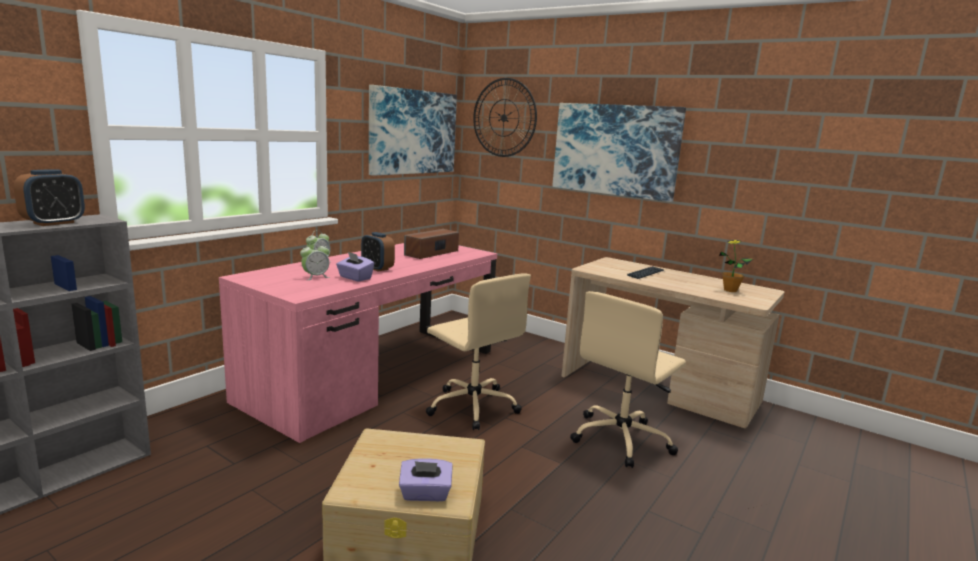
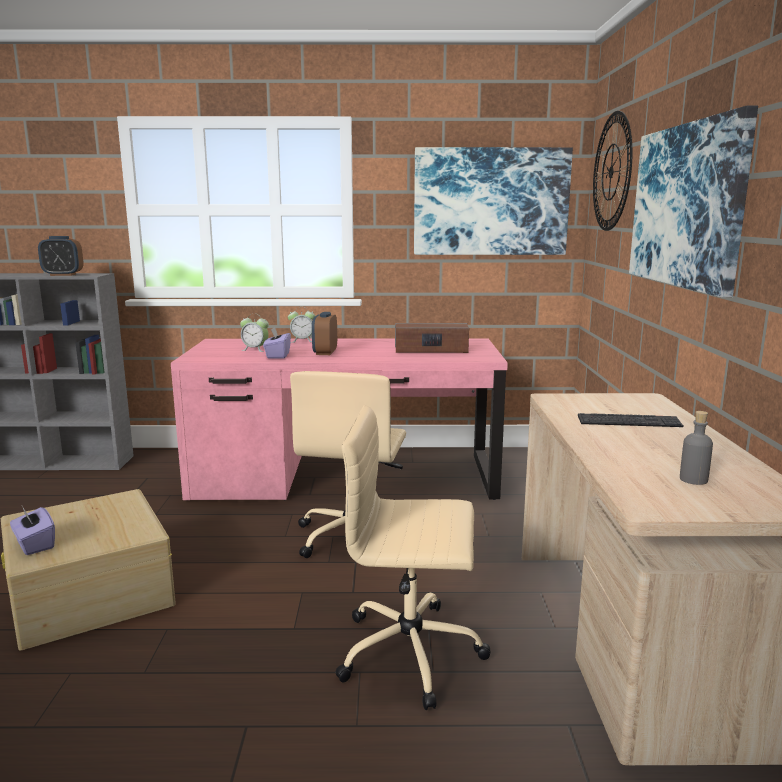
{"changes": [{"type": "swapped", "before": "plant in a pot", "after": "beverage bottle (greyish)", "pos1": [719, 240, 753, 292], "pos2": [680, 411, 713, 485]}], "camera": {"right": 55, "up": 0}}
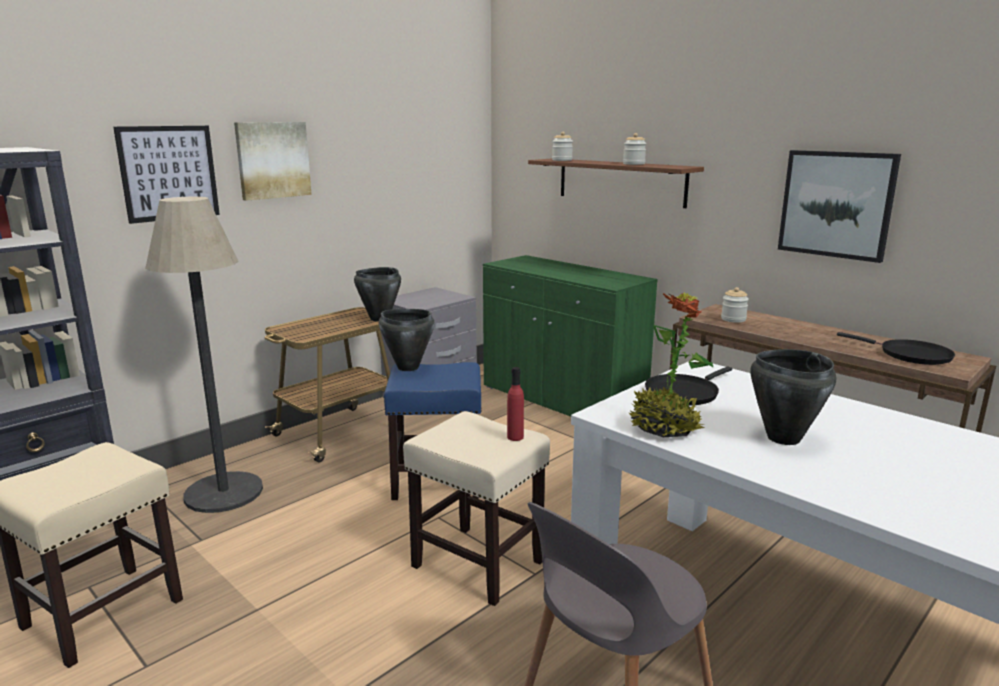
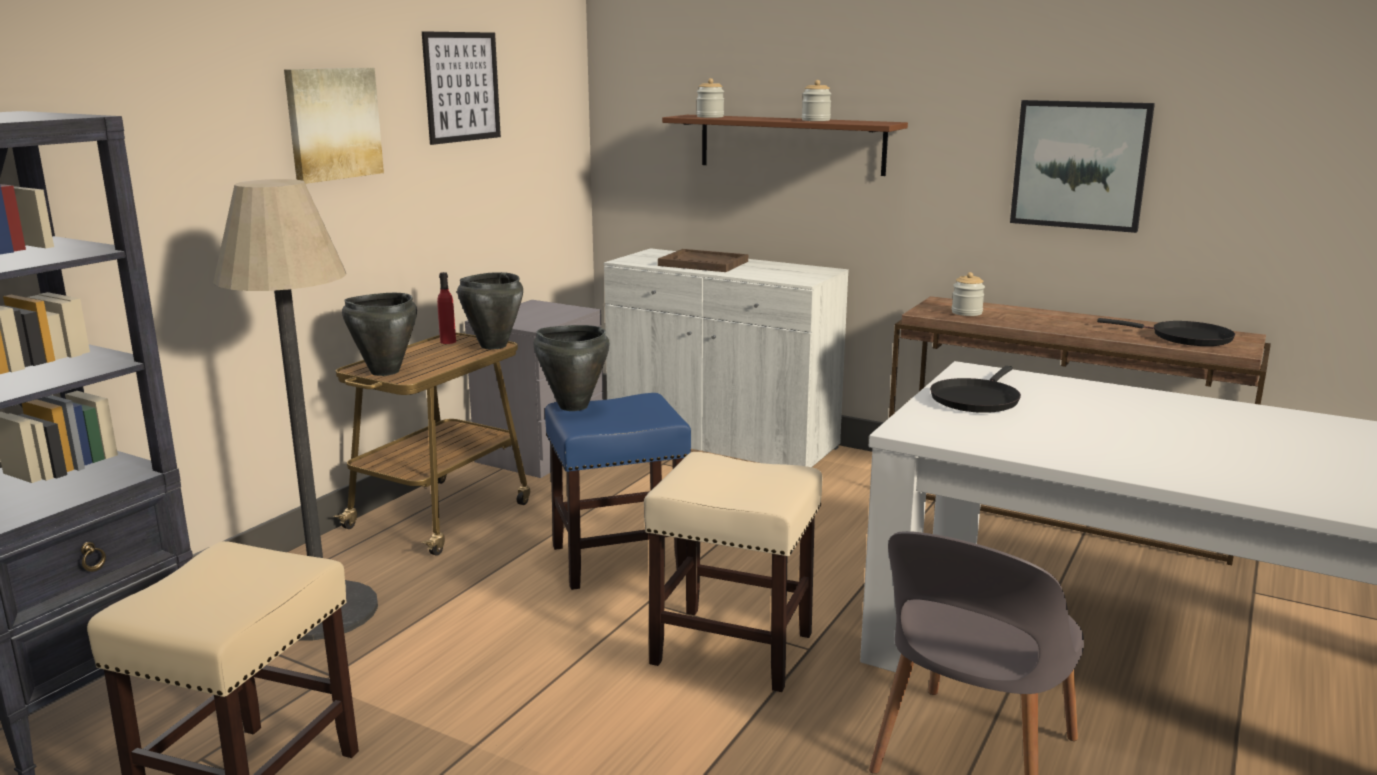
{"changes": [{"type": "shifted", "before": "stockpot (black)", "pos1": [750, 349, 836, 445], "pos2": [342, 293, 417, 376]}, {"type": "shifted", "before": "wall picture", "pos1": [113, 126, 220, 224], "pos2": [422, 31, 501, 145]}, {"type": "shifted", "before": "beverage bottle (red-coloured)", "pos1": [507, 367, 524, 441], "pos2": [437, 272, 456, 344]}, {"type": "repainted", "before": "cabinet (greenish)", "after": "cabinet (white-coloured)", "pos1": [483, 255, 658, 417], "pos2": [604, 248, 849, 467]}, {"type": "new", "after": "serving tray (brown)", "pos2": [658, 249, 748, 272]}, {"type": "gone", "before": "plant in a pot", "pos1": [629, 292, 714, 437]}], "camera": {"right": -15, "up": 0}}
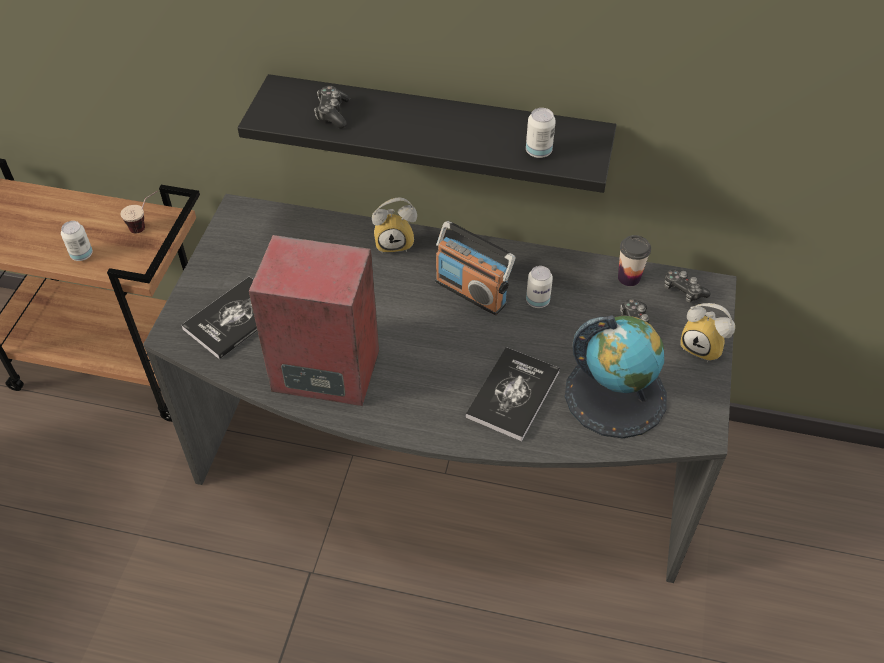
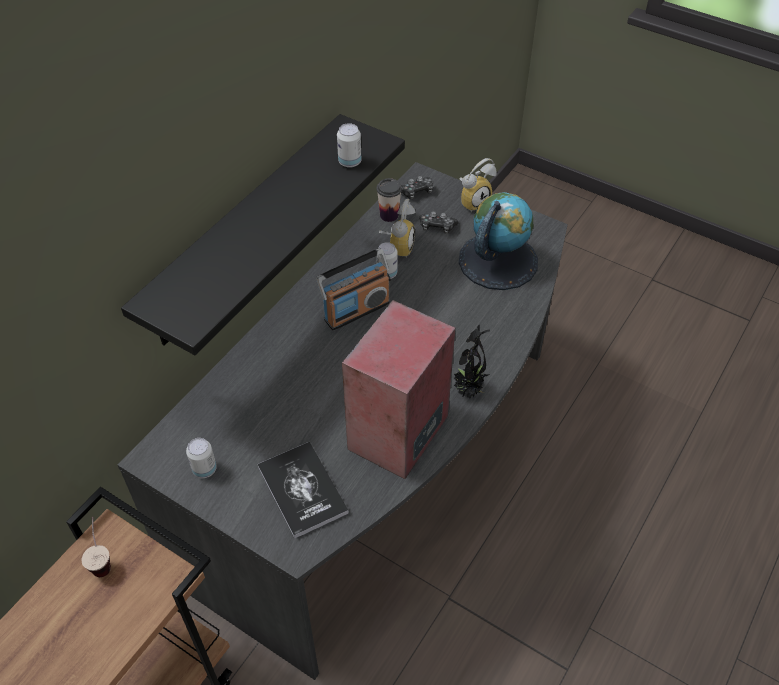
{"changes": [{"type": "shifted", "before": "sealed can", "pos1": [61, 221, 93, 261], "pos2": [186, 438, 217, 478]}, {"type": "shifted", "before": "alarm clock", "pos1": [372, 197, 417, 253], "pos2": [379, 199, 416, 258]}, {"type": "new", "after": "plant in a pot", "pos2": [454, 325, 490, 399]}, {"type": "gone", "before": "joypad", "pos1": [314, 86, 350, 129]}, {"type": "gone", "before": "book", "pos1": [465, 347, 560, 441]}], "camera": {"right": -70, "up": 0}}
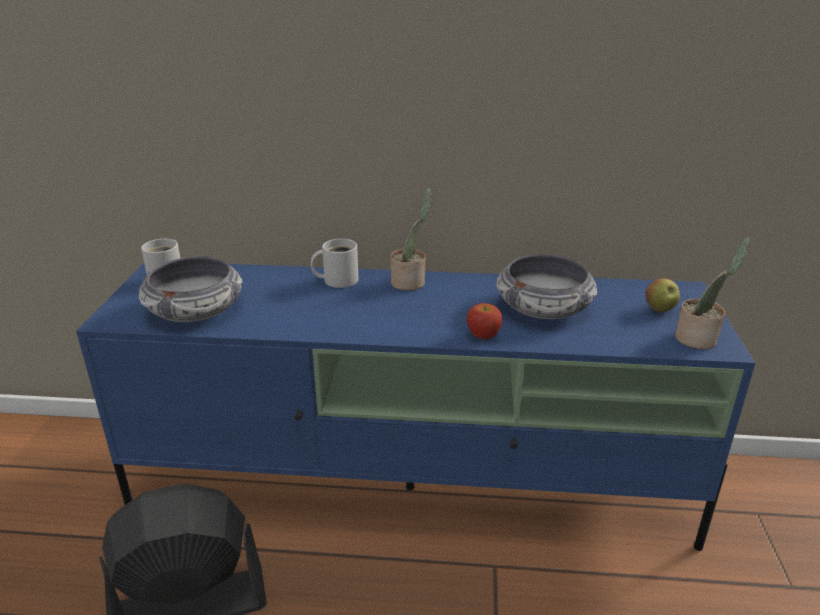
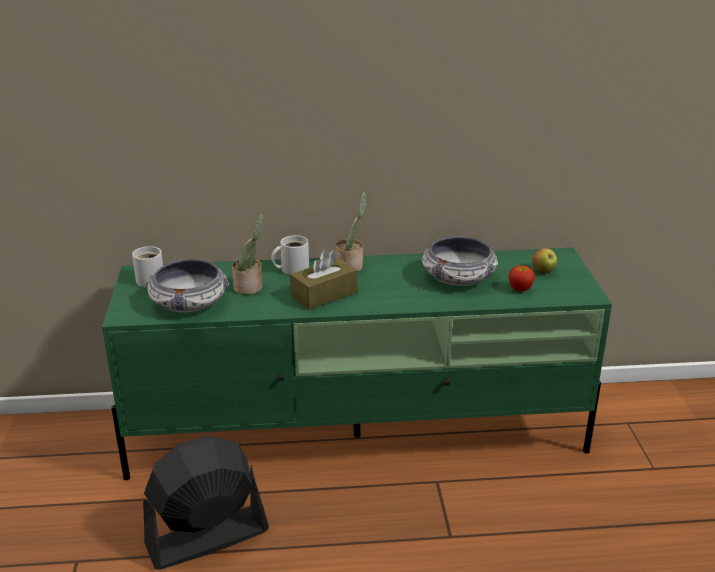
{"changes": [{"type": "repainted", "before": "tv stand (bluish)", "after": "tv stand (greenish)", "pos1": [76, 263, 755, 551], "pos2": [102, 248, 612, 480]}, {"type": "shifted", "before": "plant in a pot", "pos1": [675, 237, 750, 349], "pos2": [232, 213, 263, 295]}, {"type": "new", "after": "box of tissues (brown)", "pos2": [290, 249, 357, 310]}, {"type": "shifted", "before": "apple", "pos1": [467, 303, 503, 339], "pos2": [508, 265, 535, 292]}], "camera": {"right": -10, "up": 0}}
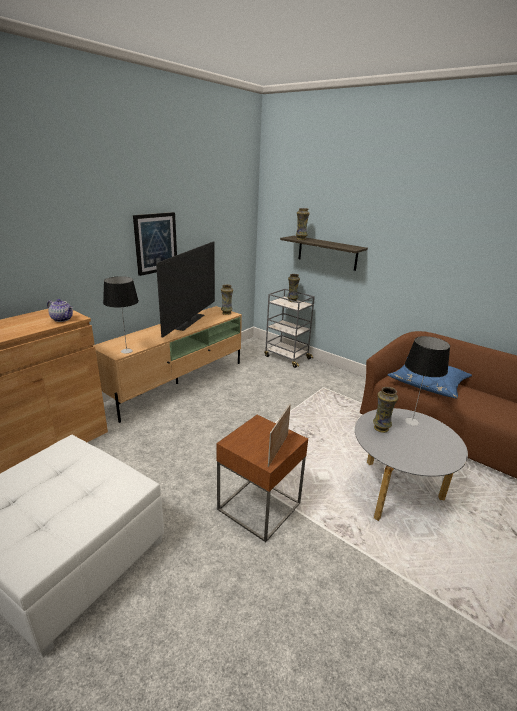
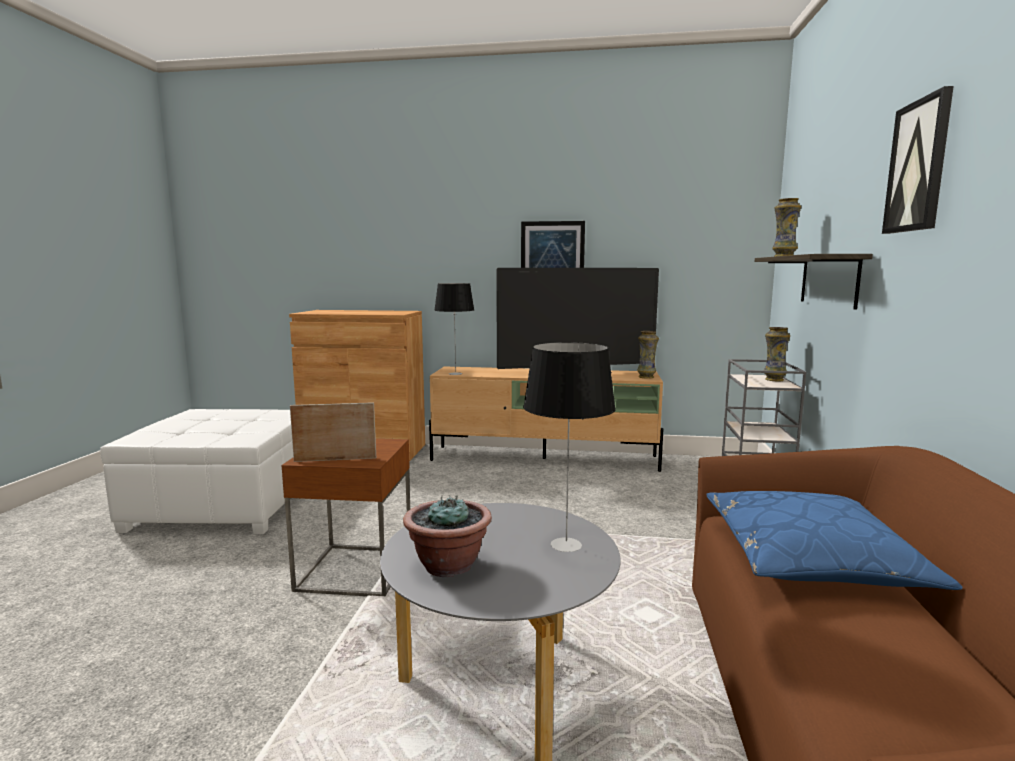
{"changes": [{"type": "new", "after": "plant in a pot", "pos2": [403, 495, 492, 577]}, {"type": "new", "after": "wall picture", "pos2": [882, 86, 954, 234]}, {"type": "gone", "before": "teapot", "pos1": [47, 299, 73, 322]}, {"type": "gone", "before": "decorative vase", "pos1": [373, 387, 398, 433]}], "camera": {"right": 60, "up": -15}}
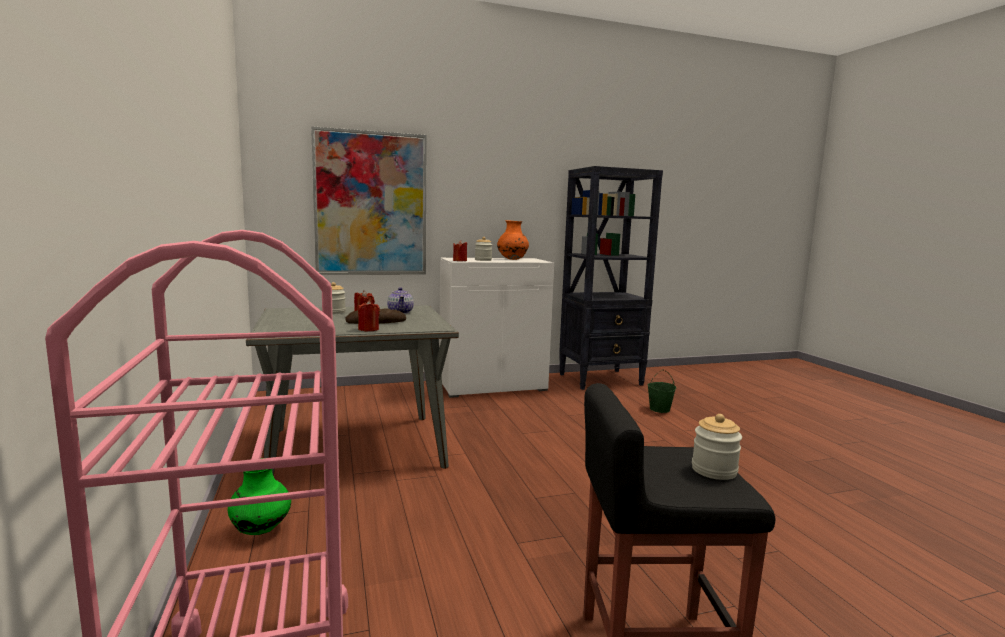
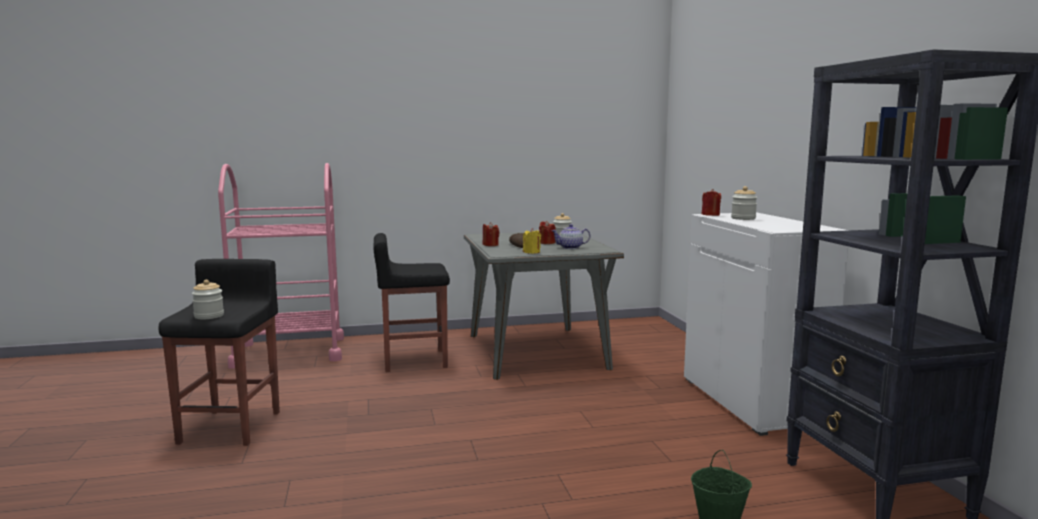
{"changes": [{"type": "new", "after": "sitting stool (black)", "pos2": [373, 233, 450, 372]}, {"type": "new", "after": "wax light (yellow)", "pos2": [523, 228, 541, 254]}, {"type": "gone", "before": "decorative vase (greenish)", "pos1": [228, 458, 291, 535]}, {"type": "gone", "before": "wall picture", "pos1": [311, 126, 427, 275]}, {"type": "gone", "before": "decorative vase (orange-coloured)", "pos1": [497, 220, 529, 260]}], "camera": {"right": 95, "up": 0}}
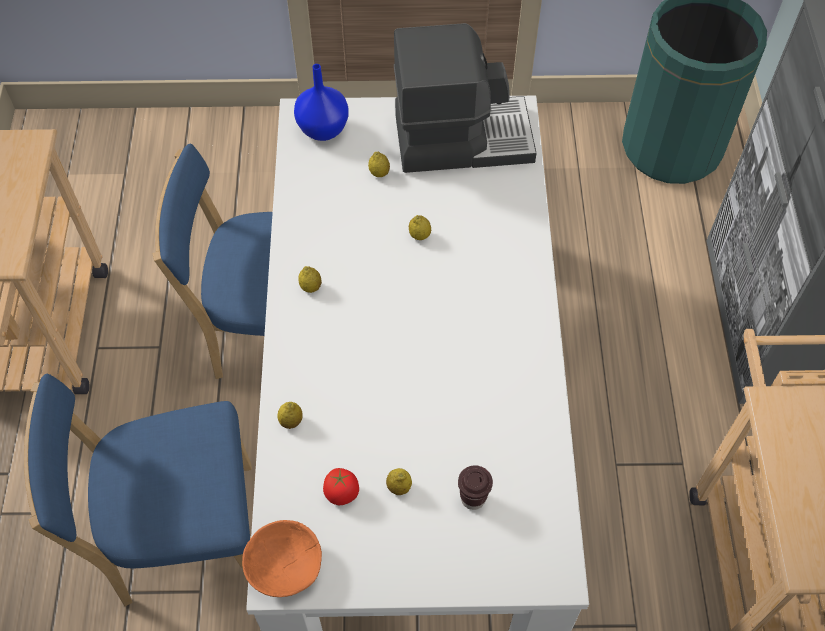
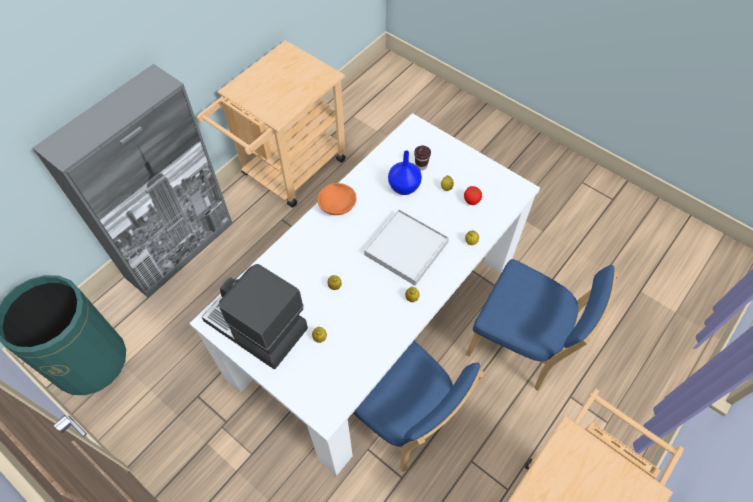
{"changes": [{"type": "shifted", "before": "serving bowl (orange-coloured)", "pos1": [242, 520, 322, 597], "pos2": [317, 183, 357, 215]}, {"type": "new", "after": "serving tray (white-coloured)", "pos2": [364, 209, 449, 286]}, {"type": "shifted", "before": "decorative vase (bluish)", "pos1": [294, 64, 349, 141], "pos2": [388, 150, 422, 195]}], "camera": {"right": -140, "up": 0}}
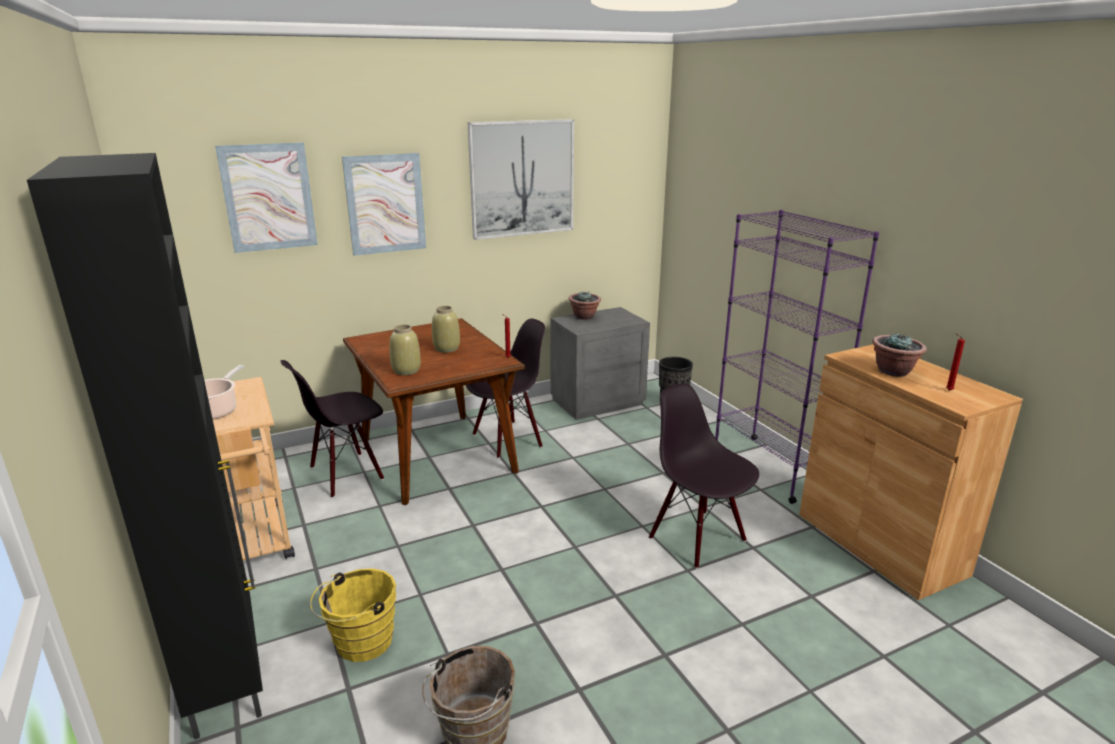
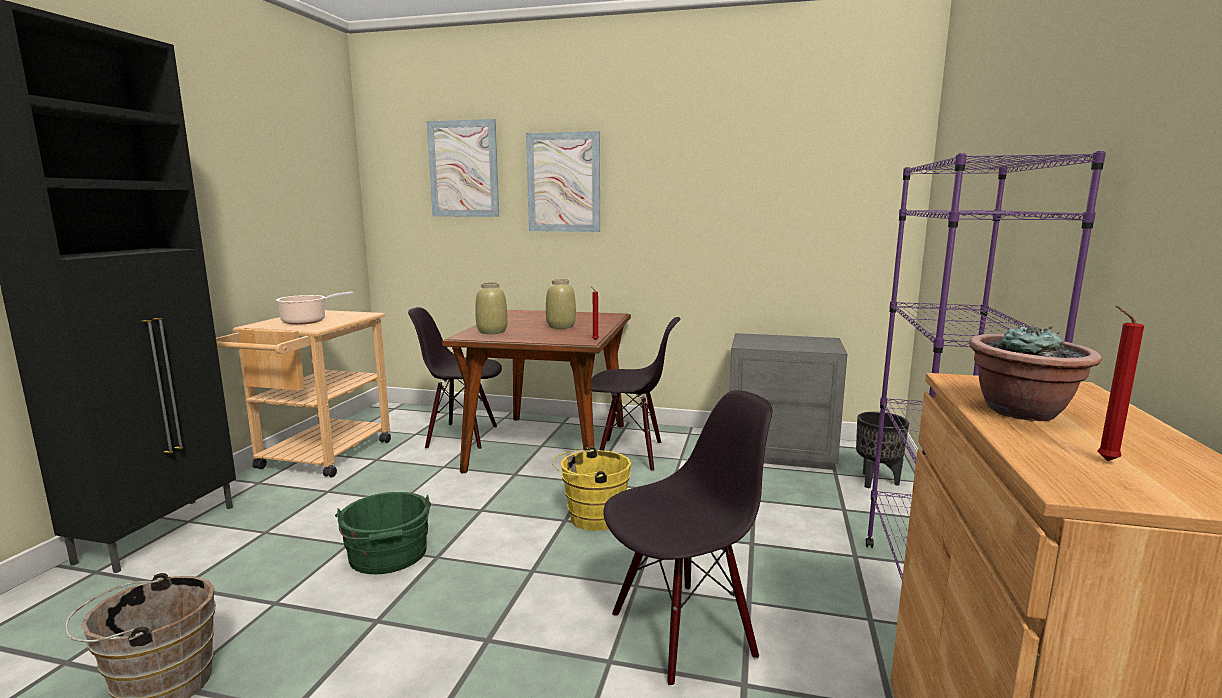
{"changes": [{"type": "new", "after": "water bucket (greenish)", "pos2": [335, 492, 431, 574]}, {"type": "shifted", "before": "water bucket (yellow)", "pos1": [310, 568, 396, 662], "pos2": [552, 447, 631, 531]}, {"type": "rotated", "before": "chair (black)", "pos1": [649, 383, 759, 569], "pos2": [603, 390, 772, 687], "turn": 60}, {"type": "gone", "before": "wall picture", "pos1": [467, 119, 574, 240]}, {"type": "gone", "before": "plant in a pot", "pos1": [569, 291, 601, 320]}], "camera": {"right": 40, "up": -10}}
